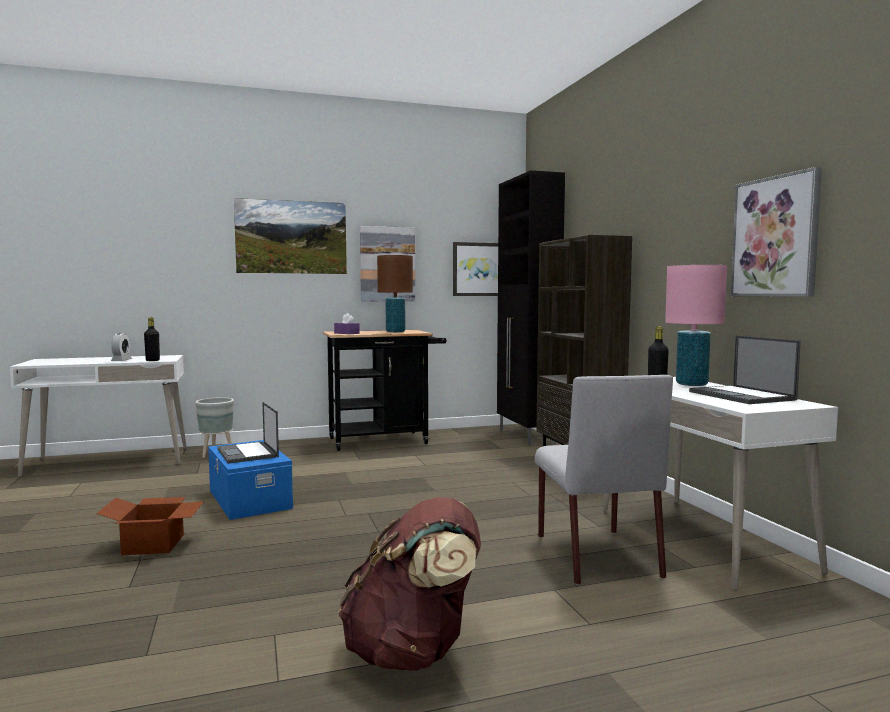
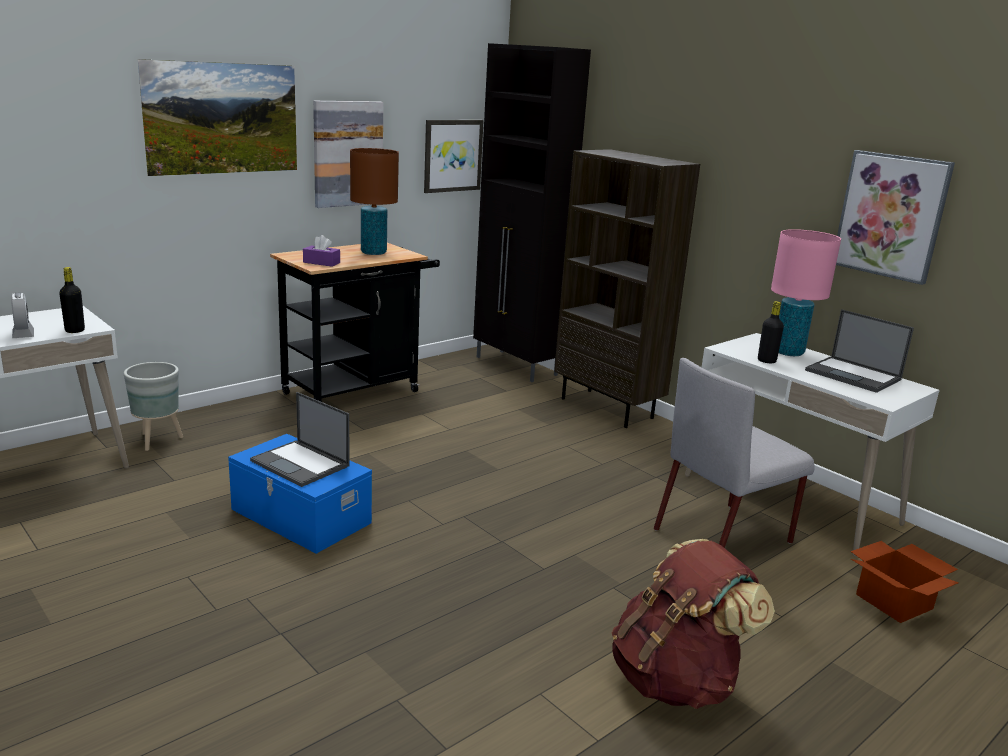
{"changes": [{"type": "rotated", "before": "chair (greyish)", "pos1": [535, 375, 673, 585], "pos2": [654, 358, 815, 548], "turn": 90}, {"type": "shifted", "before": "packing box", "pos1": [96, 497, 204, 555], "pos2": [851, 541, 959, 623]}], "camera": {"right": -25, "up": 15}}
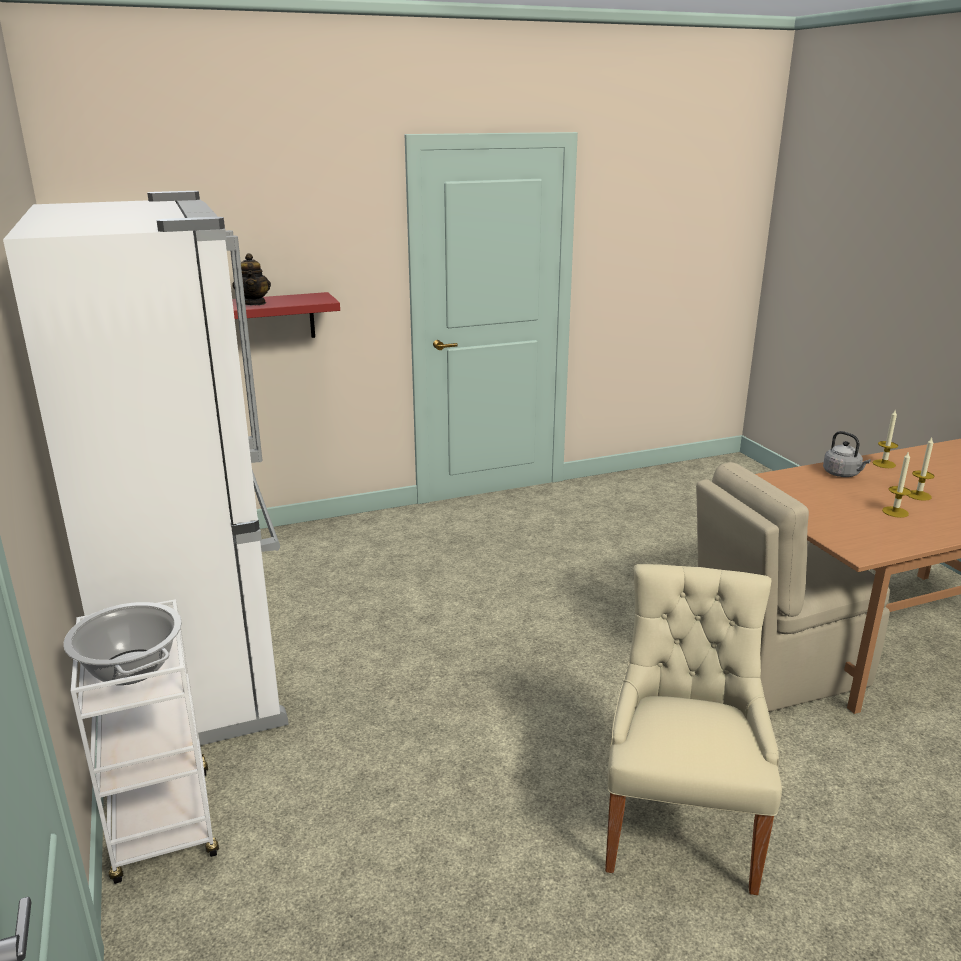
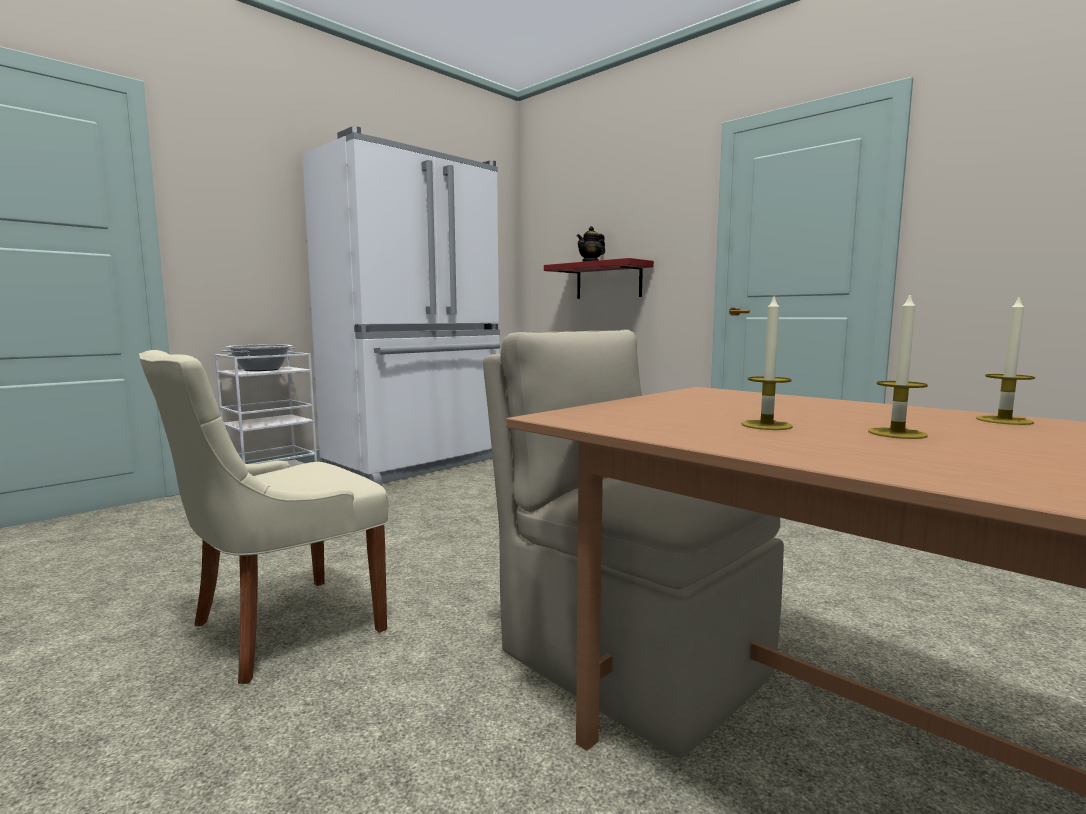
{"changes": [{"type": "rotated", "before": "chair (beige-coloured)", "pos1": [605, 564, 782, 895], "pos2": [138, 350, 389, 684], "turn": 150}, {"type": "gone", "before": "kettle (greyish)", "pos1": [823, 431, 871, 477]}], "camera": {"right": 65, "up": -15}}
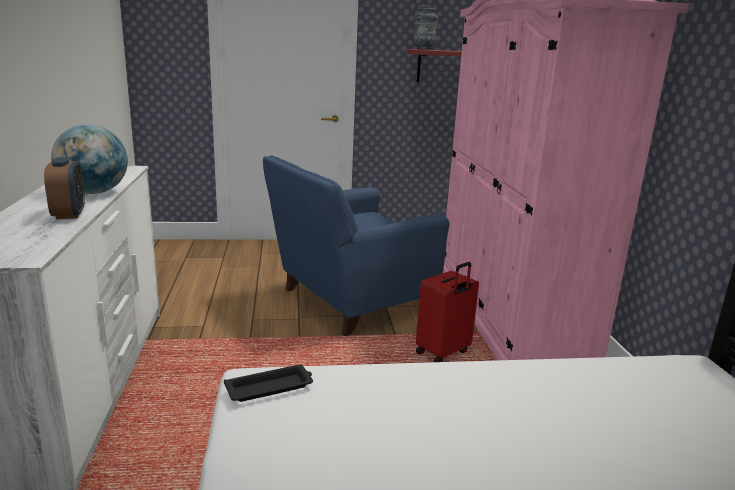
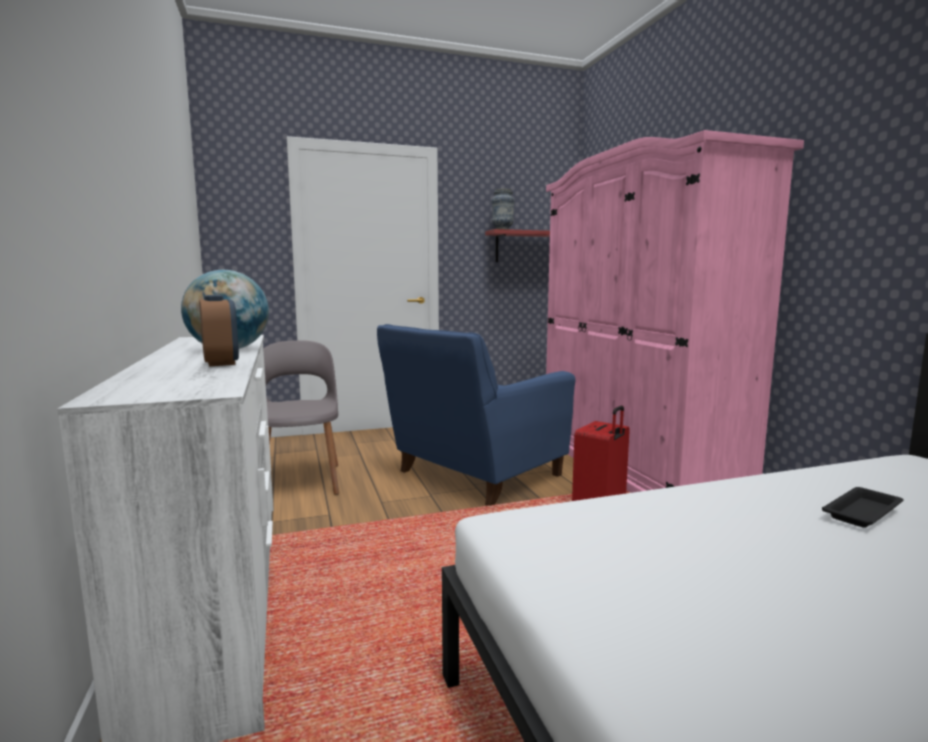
{"changes": [{"type": "new", "after": "chair (greyish)", "pos2": [263, 340, 339, 495]}, {"type": "shifted", "before": "serving tray (black)", "pos1": [224, 364, 313, 402], "pos2": [822, 487, 904, 528]}], "camera": {"right": -10, "up": -10}}
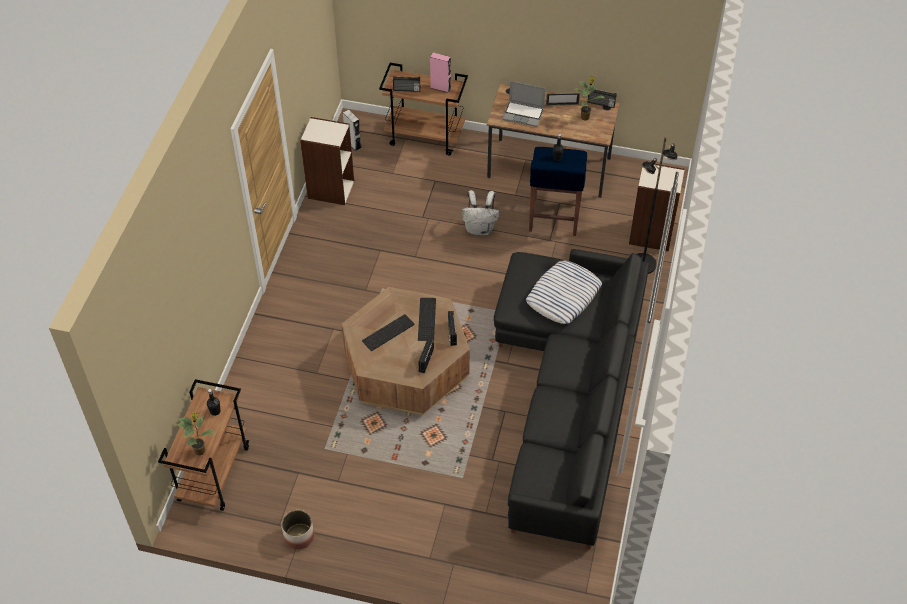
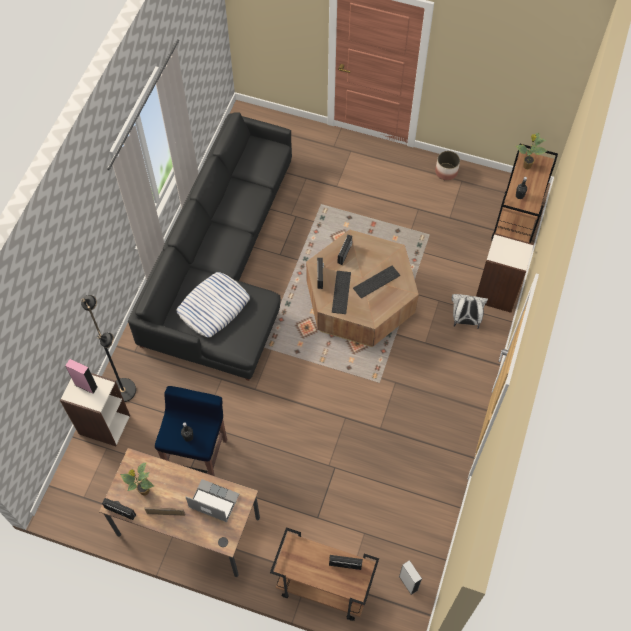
{"changes": [{"type": "shifted", "before": "speaker (pink-coloured)", "pos1": [430, 53, 451, 93], "pos2": [65, 359, 97, 394]}, {"type": "shifted", "before": "rucksack (white-coloured)", "pos1": [462, 190, 499, 235], "pos2": [452, 294, 488, 329]}, {"type": "shifted", "before": "shelving unit", "pos1": [300, 117, 354, 205], "pos2": [476, 233, 534, 313]}], "camera": {"right": -175, "up": 10}}
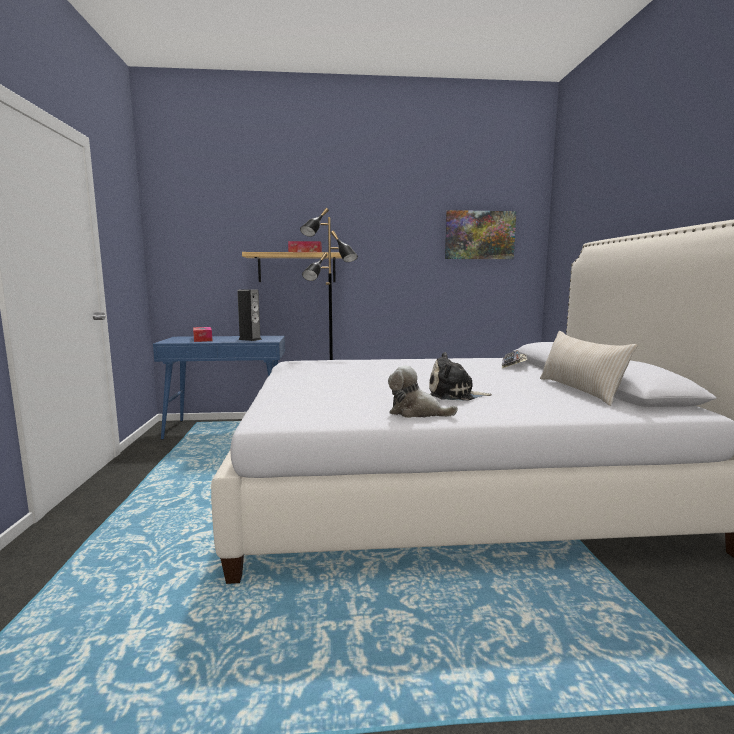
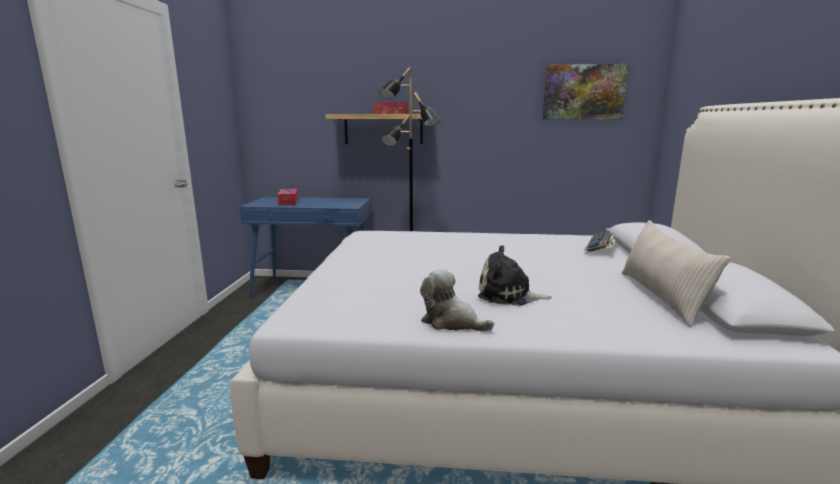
{"changes": [{"type": "gone", "before": "speaker", "pos1": [237, 289, 262, 341]}], "camera": {"right": 10, "up": 5}}
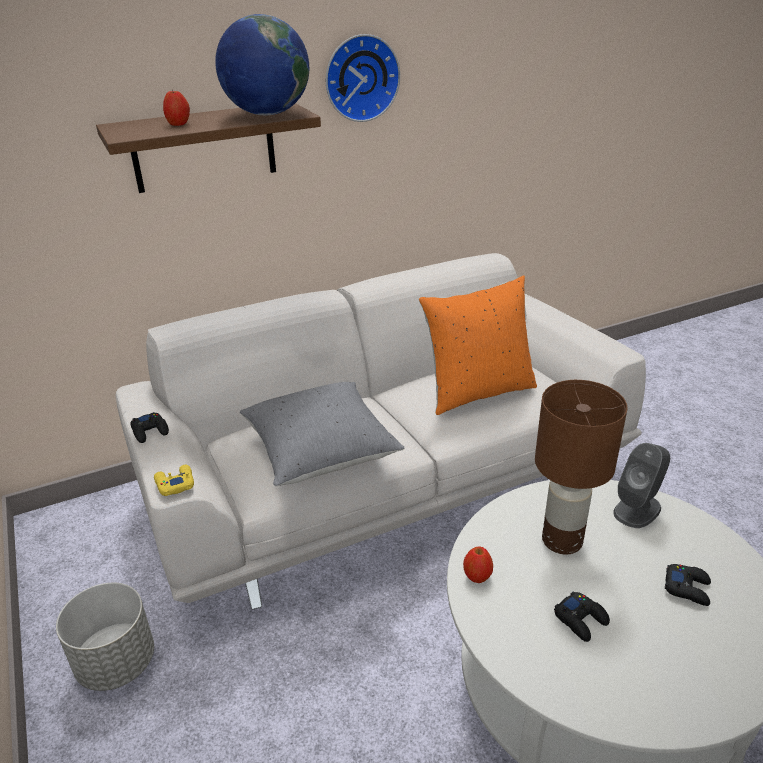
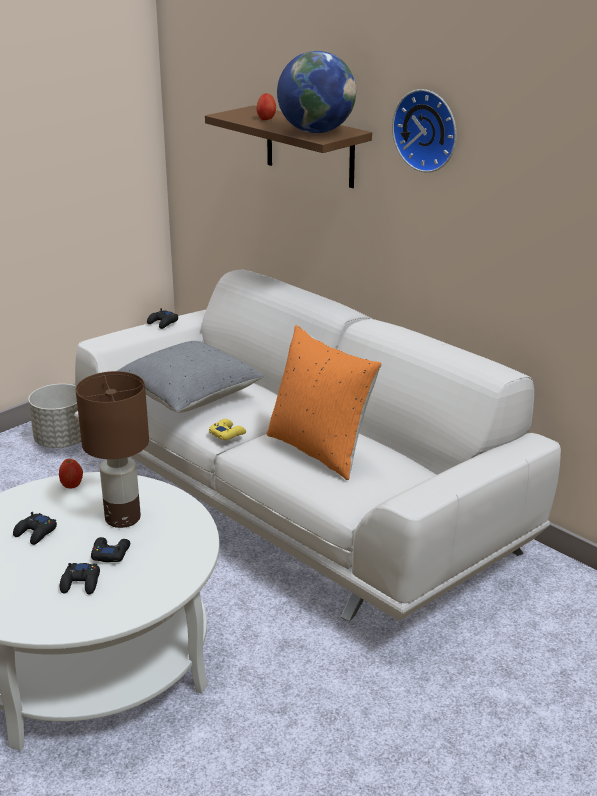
{"changes": [{"type": "new", "after": "joypad (black)", "pos2": [91, 537, 130, 562]}, {"type": "shifted", "before": "joypad (yellow)", "pos1": [154, 465, 194, 496], "pos2": [209, 419, 246, 440]}, {"type": "gone", "before": "speaker (greyish)", "pos1": [613, 443, 670, 528]}], "camera": {"right": 70, "up": -5}}
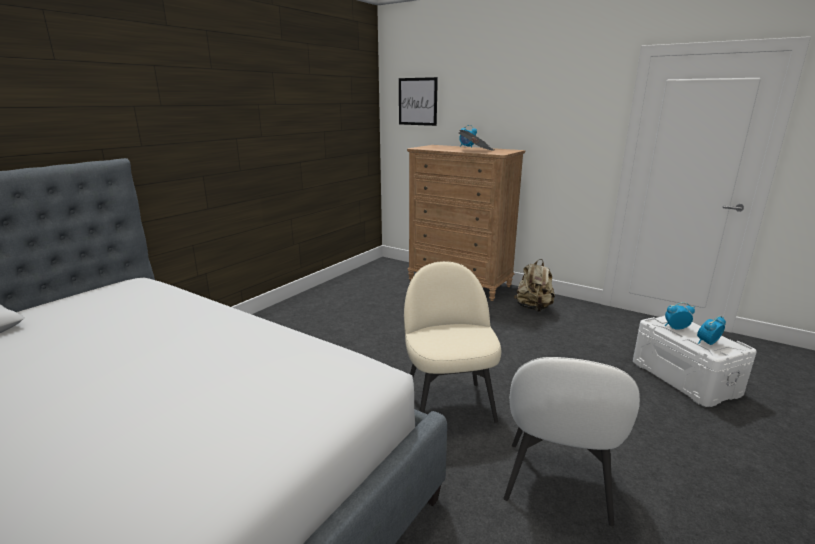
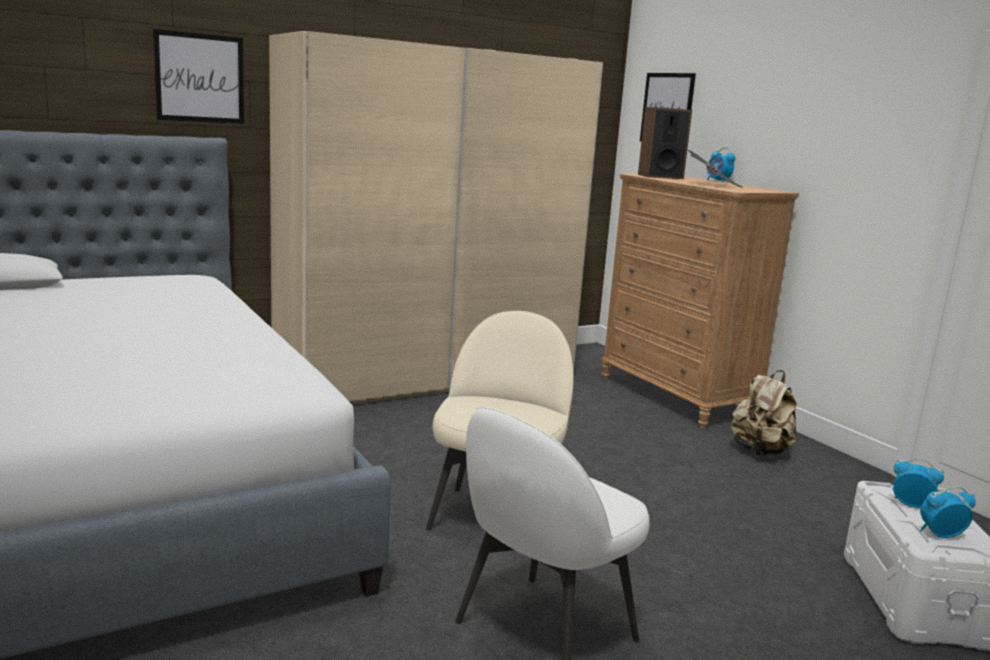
{"changes": [{"type": "new", "after": "wall picture", "pos2": [153, 29, 244, 124]}, {"type": "new", "after": "clothes cupboard (beige-coloured)", "pos2": [269, 31, 603, 405]}, {"type": "new", "after": "speaker", "pos2": [638, 107, 692, 179]}], "camera": {"right": 25, "up": -5}}
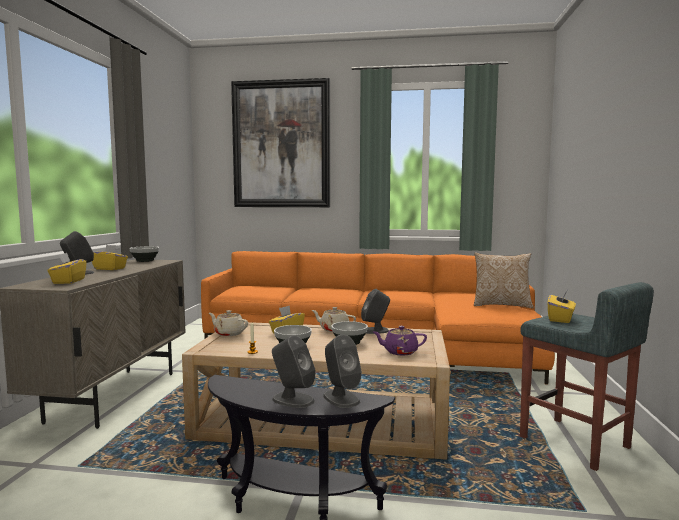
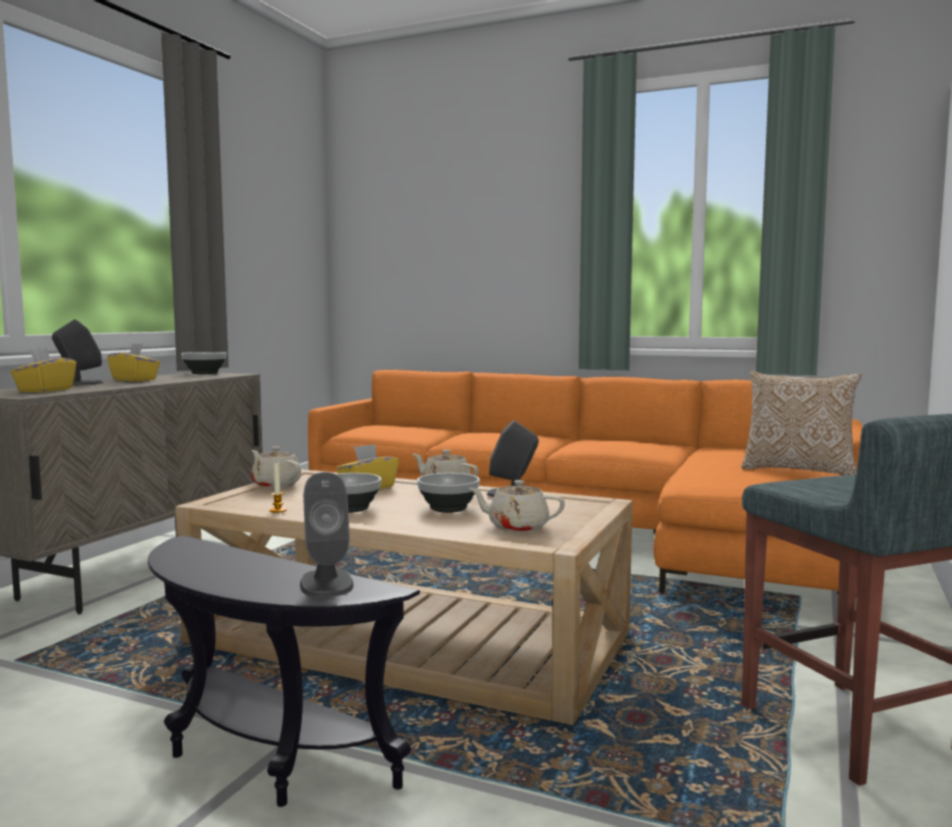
{"changes": [{"type": "repainted", "before": "teapot (purple)", "after": "teapot (beige-coloured)", "pos1": [373, 326, 427, 356], "pos2": [469, 480, 565, 532]}, {"type": "gone", "before": "wall picture", "pos1": [231, 78, 330, 207]}, {"type": "gone", "before": "speaker (greyish)", "pos1": [272, 335, 315, 408]}, {"type": "gone", "before": "box of tissues (yellow)", "pos1": [548, 291, 576, 323]}], "camera": {"right": 15, "up": 0}}
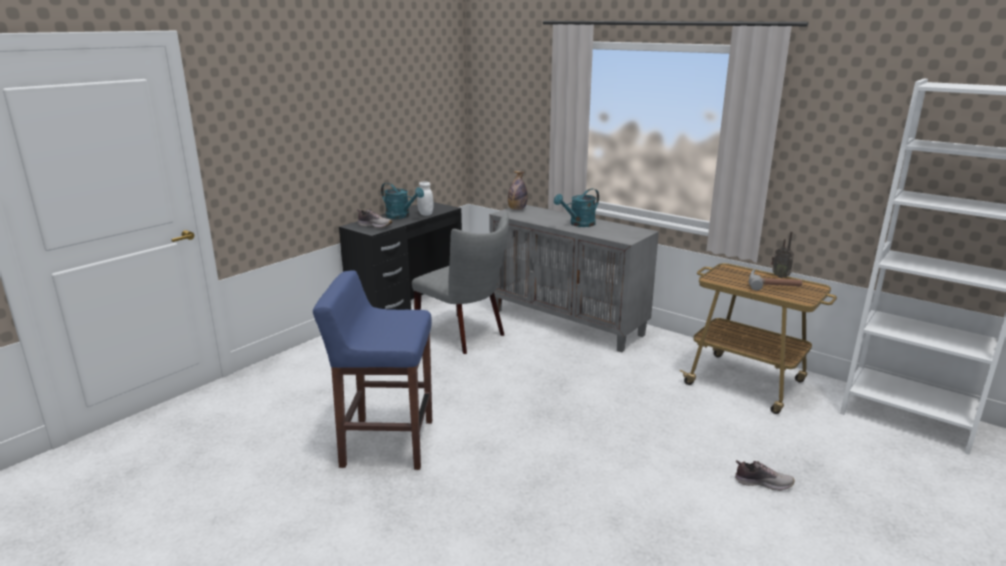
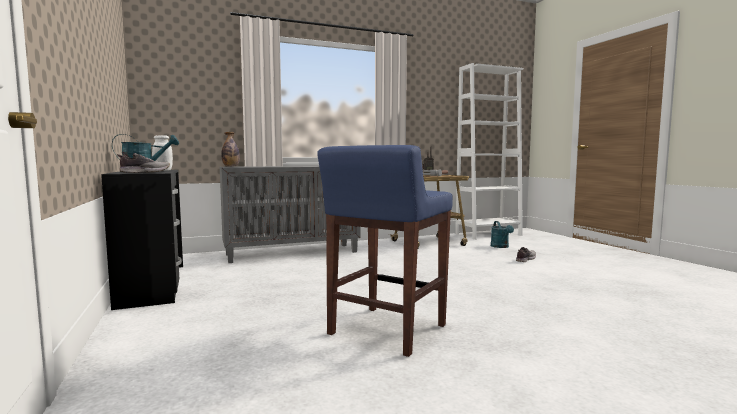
{"changes": [{"type": "shifted", "before": "watering pot (blue-green)", "pos1": [554, 188, 599, 227], "pos2": [491, 221, 514, 248]}, {"type": "gone", "before": "chair (greyish)", "pos1": [412, 213, 509, 354]}], "camera": {"right": -60, "up": -15}}
